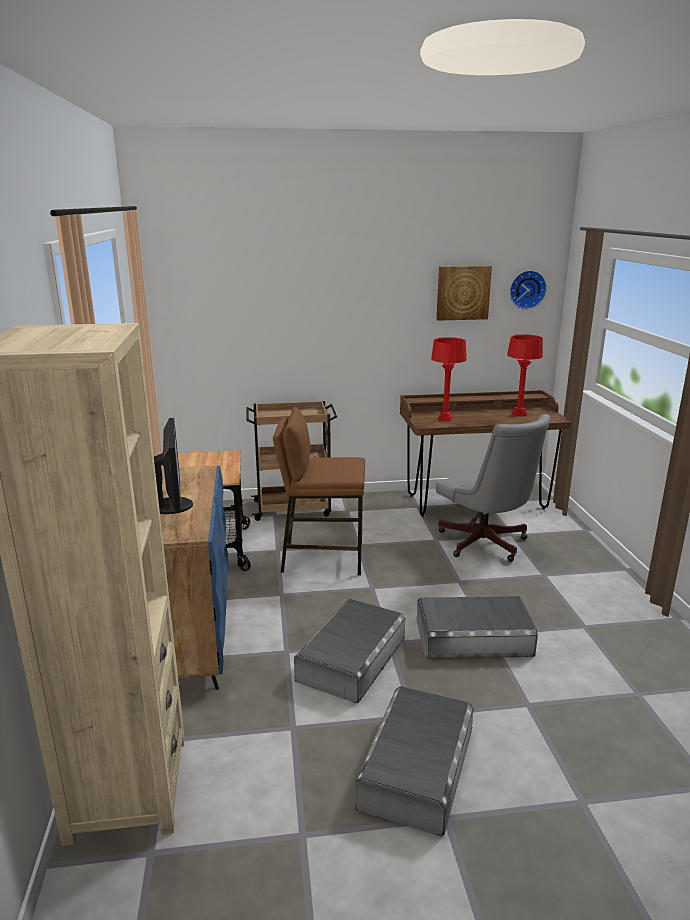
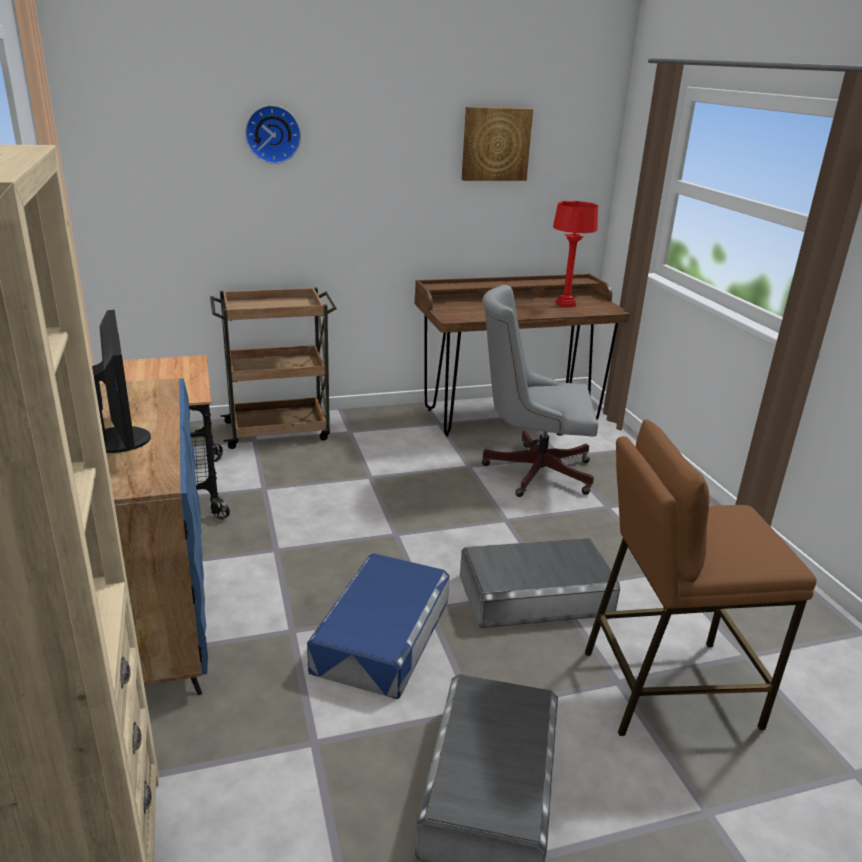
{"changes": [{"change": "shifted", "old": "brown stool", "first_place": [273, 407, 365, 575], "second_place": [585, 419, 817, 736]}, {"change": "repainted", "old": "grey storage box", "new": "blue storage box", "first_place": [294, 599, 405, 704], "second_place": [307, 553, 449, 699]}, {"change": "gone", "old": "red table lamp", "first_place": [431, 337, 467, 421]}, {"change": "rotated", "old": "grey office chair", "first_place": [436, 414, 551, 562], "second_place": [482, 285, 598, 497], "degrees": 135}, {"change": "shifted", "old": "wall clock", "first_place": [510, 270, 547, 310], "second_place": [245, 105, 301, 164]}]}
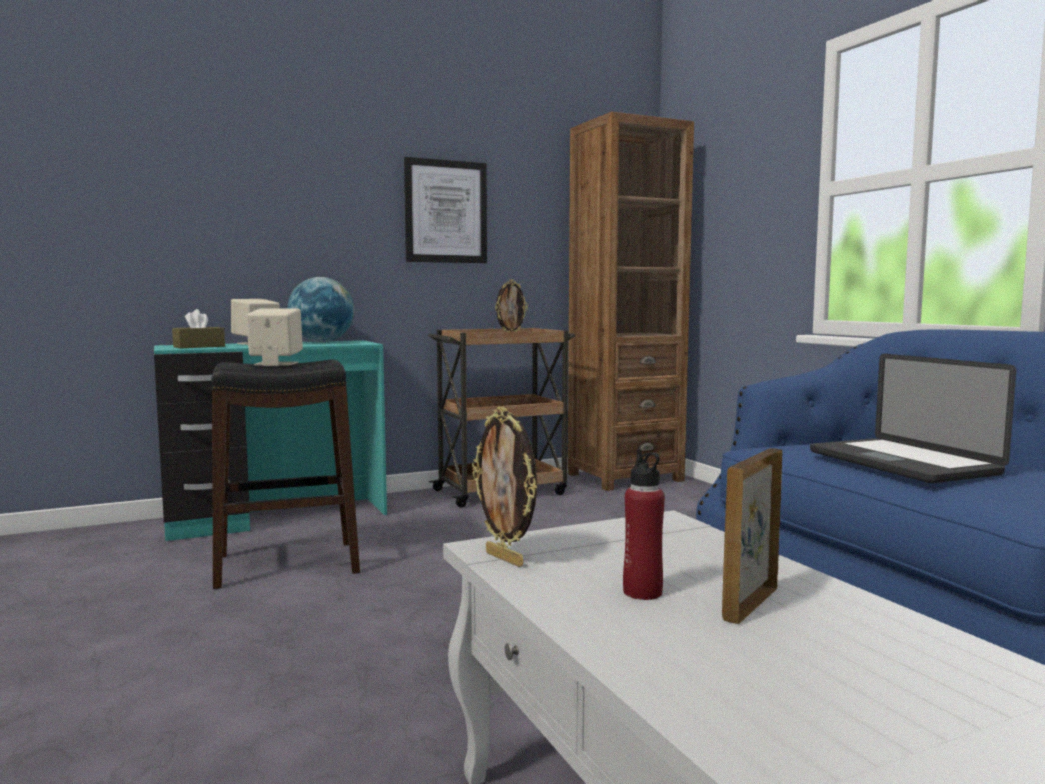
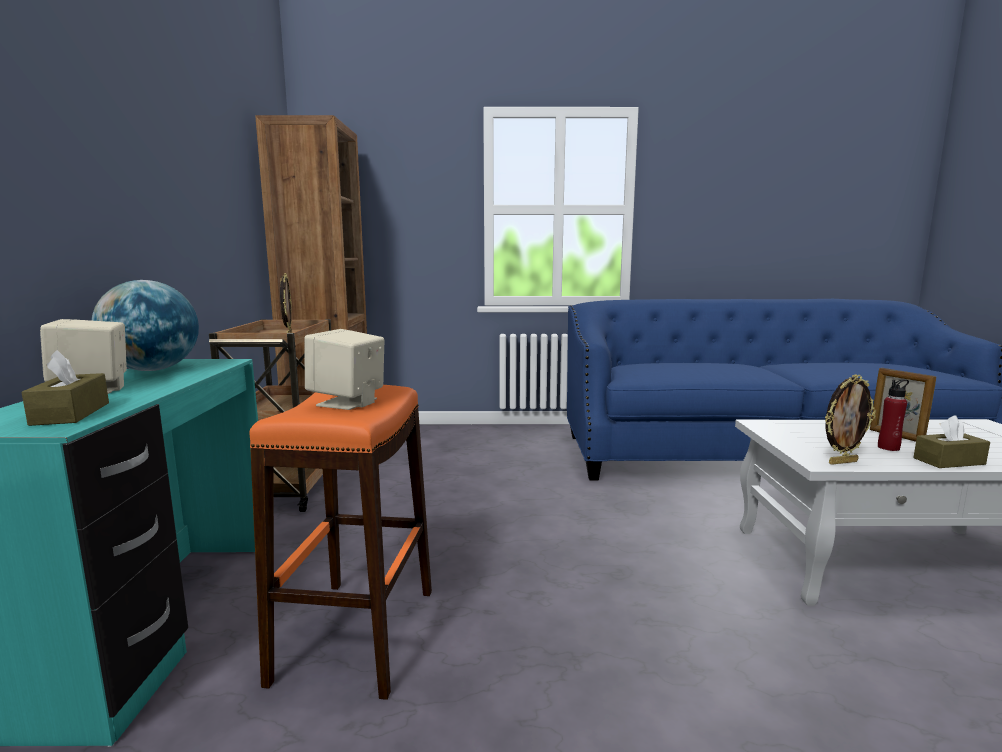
{"changes": [{"change": "repainted", "old": "black stool", "new": "orange stool", "first_place": [212, 360, 360, 589], "second_place": [249, 385, 432, 700]}, {"change": "gone", "old": "picture", "first_place": [404, 157, 487, 263]}, {"change": "gone", "old": "laptop", "first_place": [810, 354, 1016, 483]}, {"change": "new", "new": "brown tissue box", "second_place": [913, 415, 990, 468]}]}
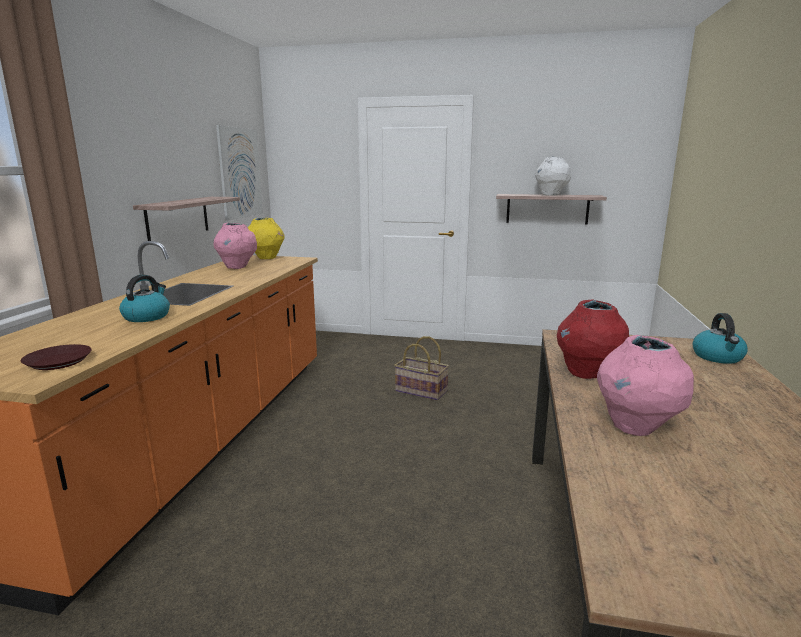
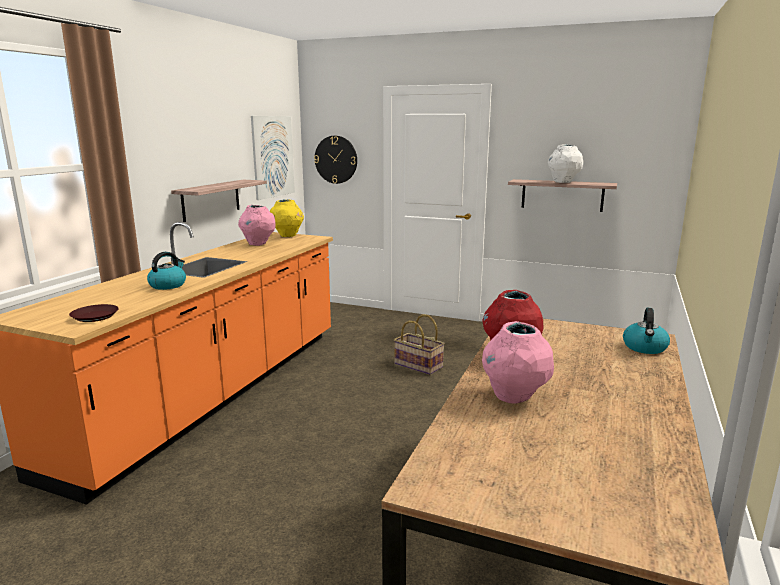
{"changes": [{"change": "new", "new": "wall clock", "second_place": [314, 136, 357, 184]}]}
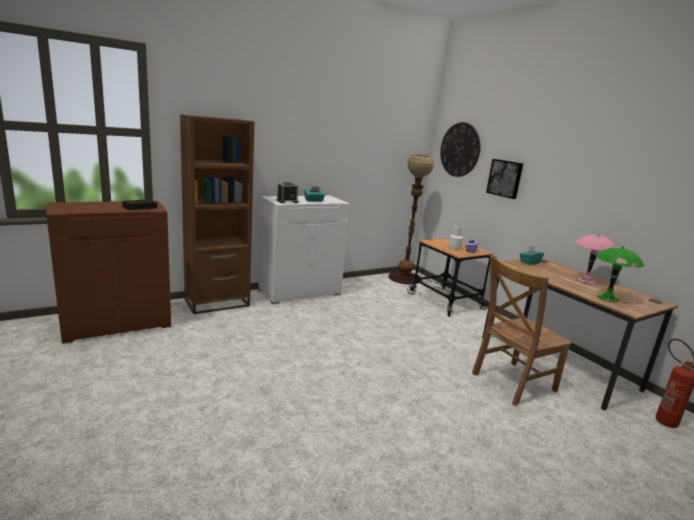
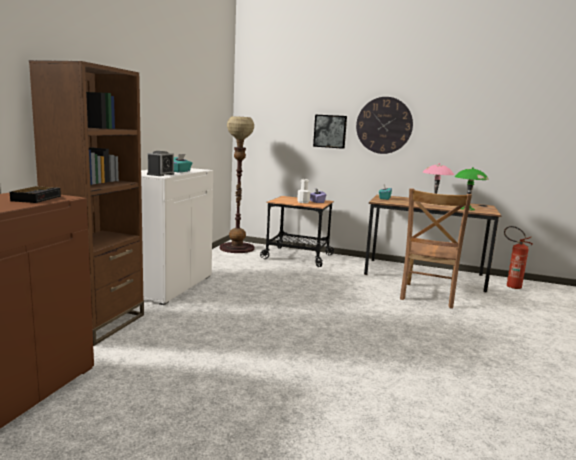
{"changes": [{"change": "shifted", "old": "wall clock", "first_place": [440, 122, 481, 177], "second_place": [356, 97, 413, 154]}]}
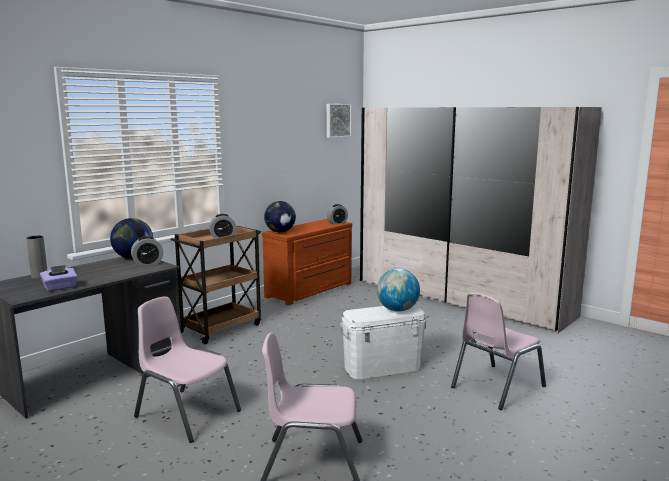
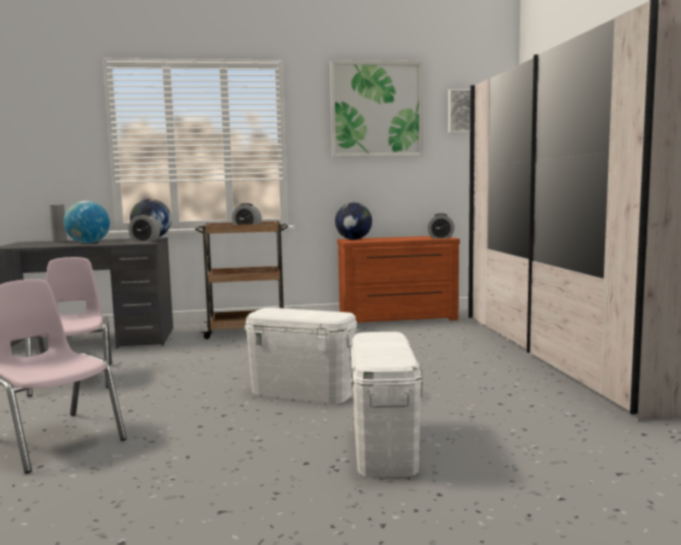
{"changes": [{"change": "gone", "old": "purple tissue box", "first_place": [40, 265, 77, 292]}, {"change": "shifted", "old": "globe", "first_place": [377, 269, 420, 312], "second_place": [64, 201, 110, 243]}, {"change": "swapped", "old": "pink chair", "new": "white storage box", "first_place": [451, 292, 546, 410], "second_place": [349, 332, 423, 478]}, {"change": "new", "new": "picture", "second_place": [330, 60, 423, 158]}]}
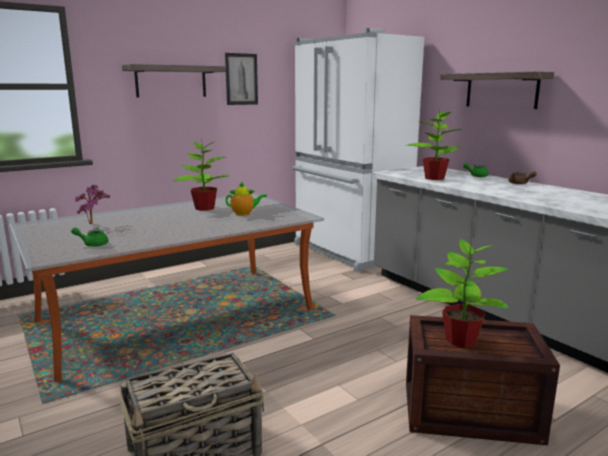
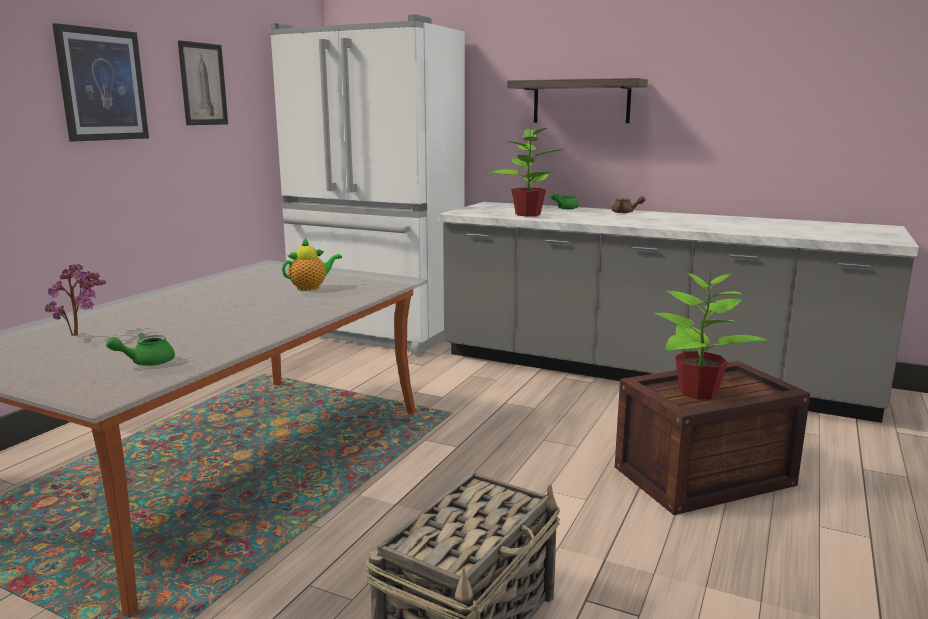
{"changes": [{"change": "swapped", "old": "shelf", "new": "picture", "first_place": [122, 64, 226, 97], "second_place": [52, 23, 149, 142]}, {"change": "gone", "old": "potted plant", "first_place": [173, 139, 230, 211]}]}
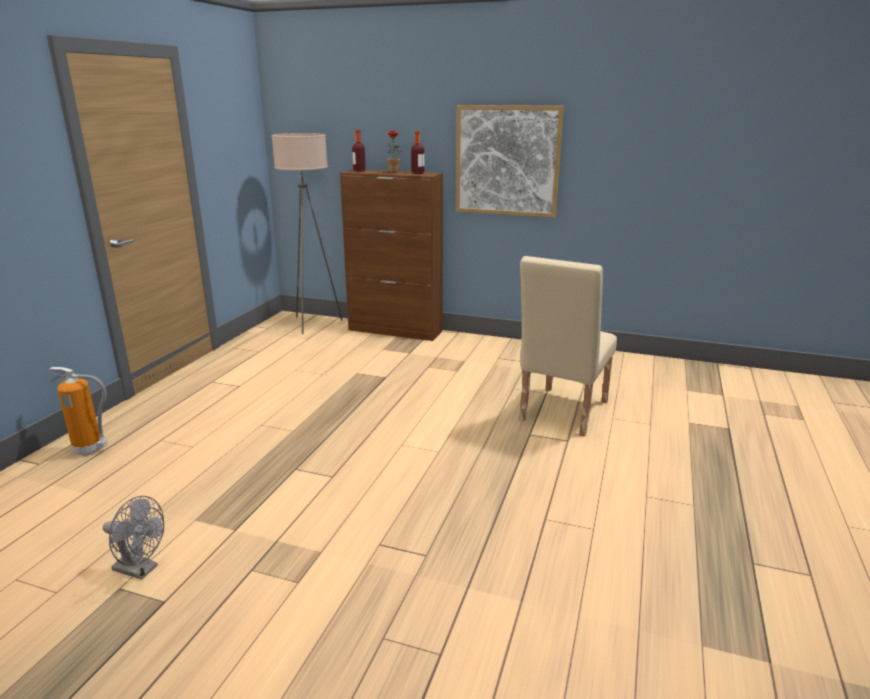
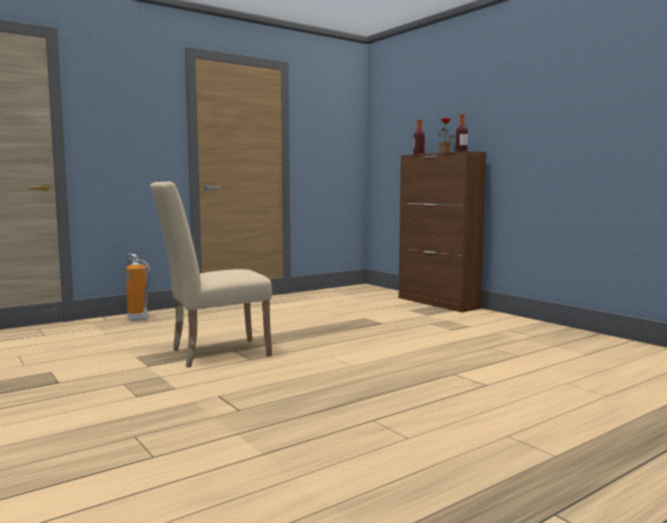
{"changes": [{"change": "gone", "old": "grey fan", "first_place": [103, 496, 164, 580]}, {"change": "gone", "old": "beige floor lamp", "first_place": [271, 133, 343, 334]}, {"change": "gone", "old": "picture", "first_place": [456, 105, 564, 218]}, {"change": "shifted", "old": "beige chair", "first_place": [519, 256, 617, 436], "second_place": [150, 182, 272, 368]}]}
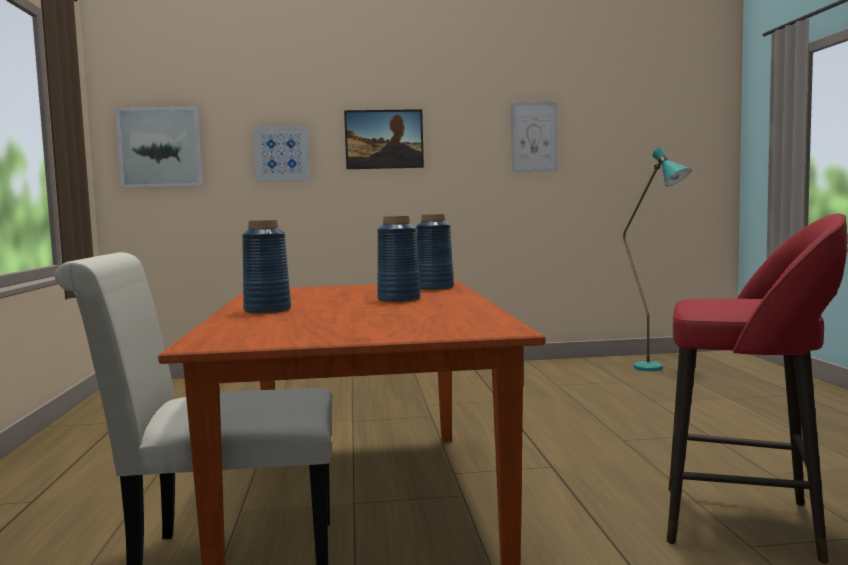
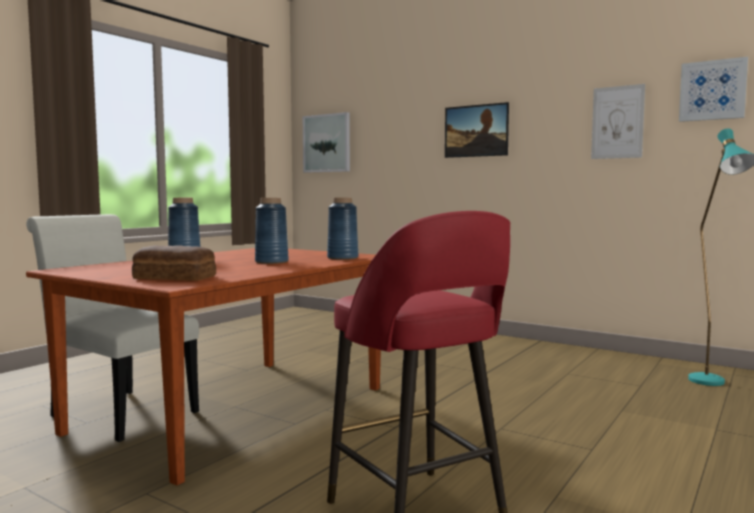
{"changes": [{"change": "shifted", "old": "picture", "first_place": [253, 126, 310, 181], "second_place": [679, 57, 748, 122]}, {"change": "new", "new": "bread", "second_place": [132, 245, 216, 281]}]}
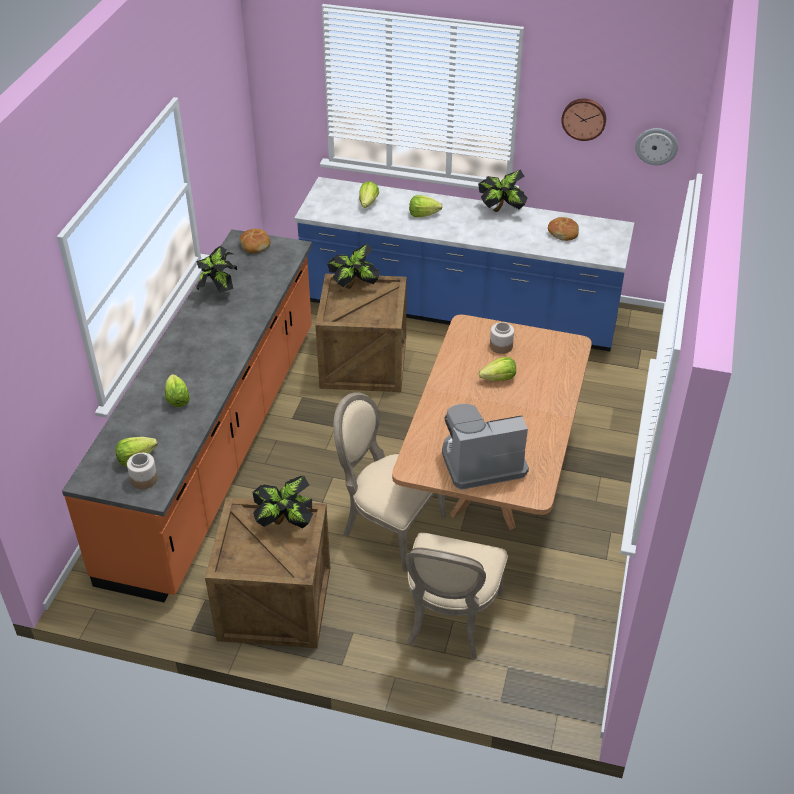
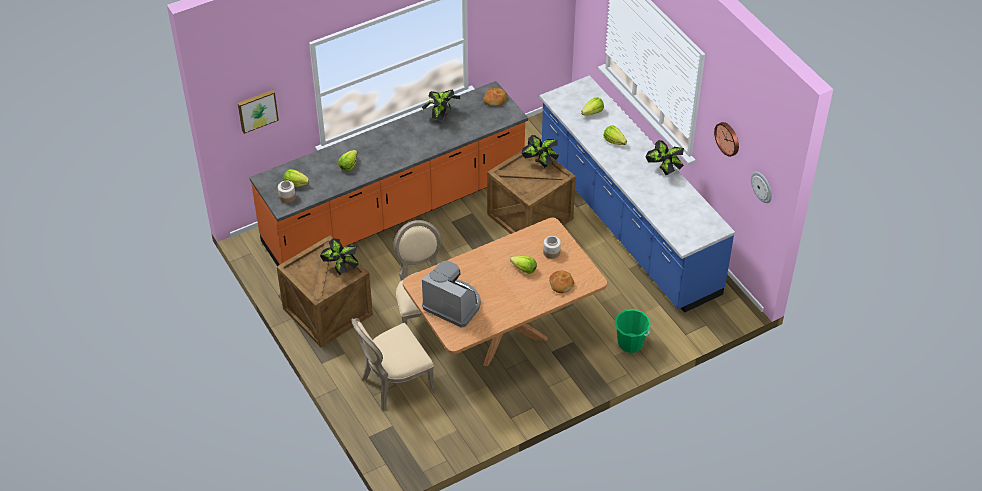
{"changes": [{"change": "shifted", "old": "bread", "first_place": [548, 217, 579, 241], "second_place": [549, 271, 574, 293]}, {"change": "new", "new": "picture", "second_place": [238, 90, 279, 134]}, {"change": "new", "new": "green bucket", "second_place": [615, 309, 651, 353]}]}
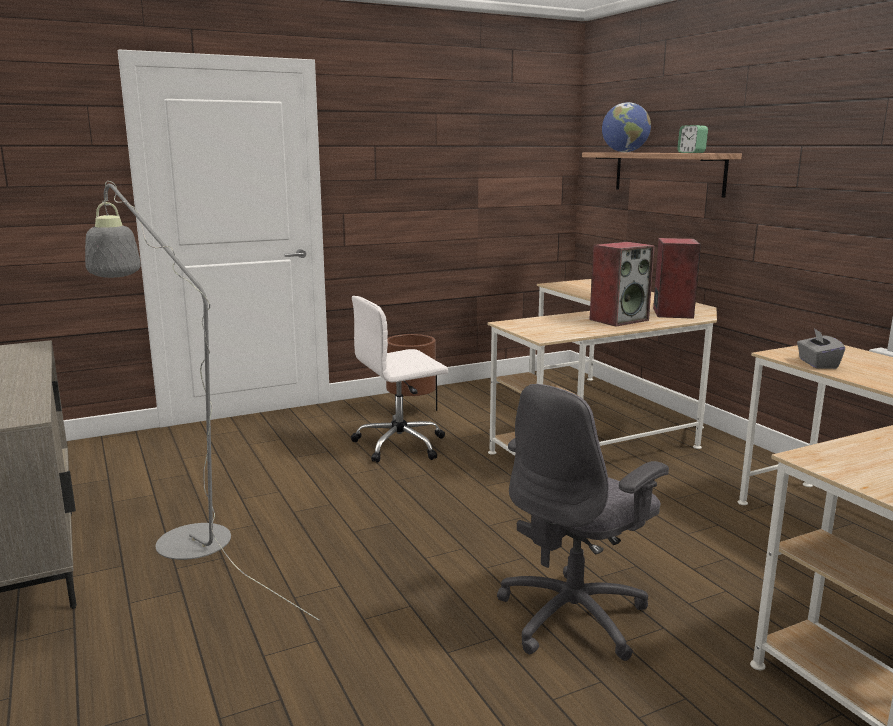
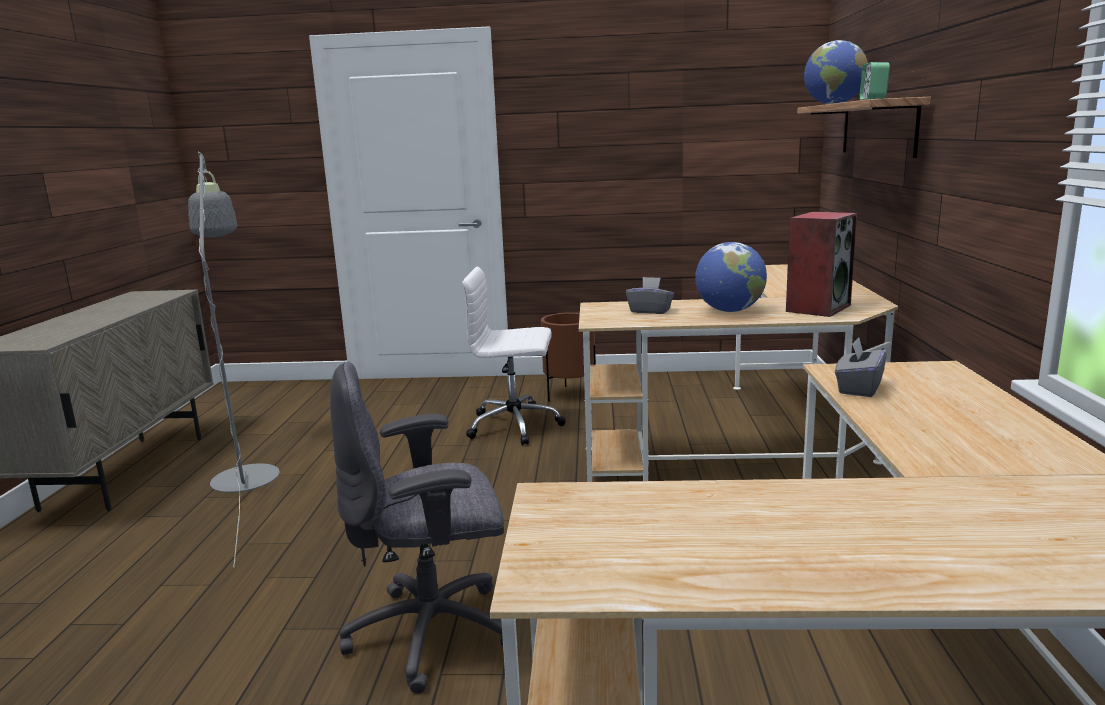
{"changes": [{"change": "swapped", "old": "speaker", "new": "globe", "first_place": [589, 242, 655, 327], "second_place": [695, 242, 767, 312]}, {"change": "new", "new": "grey tissue box", "second_place": [626, 277, 674, 314]}]}
